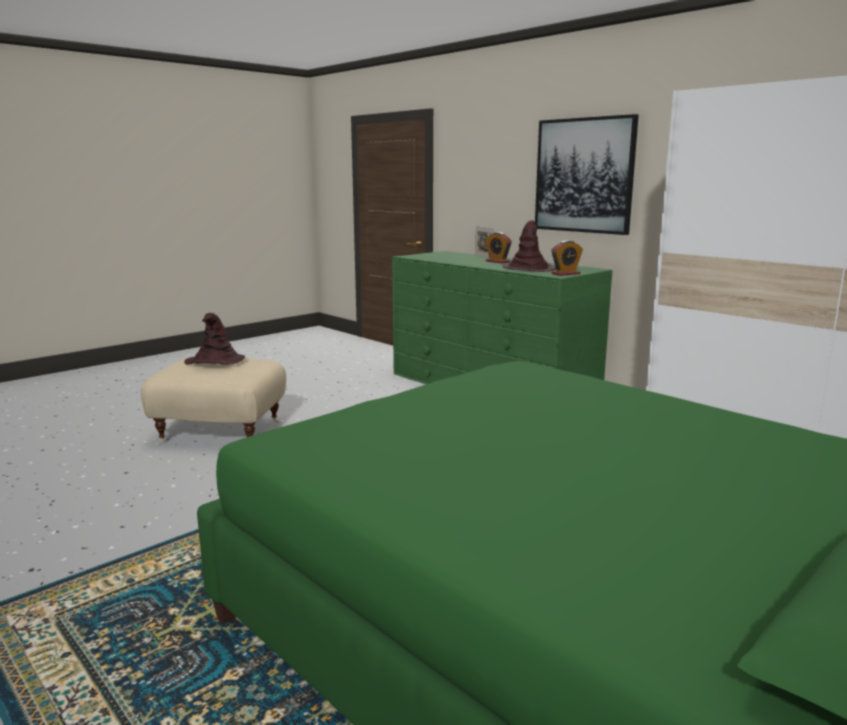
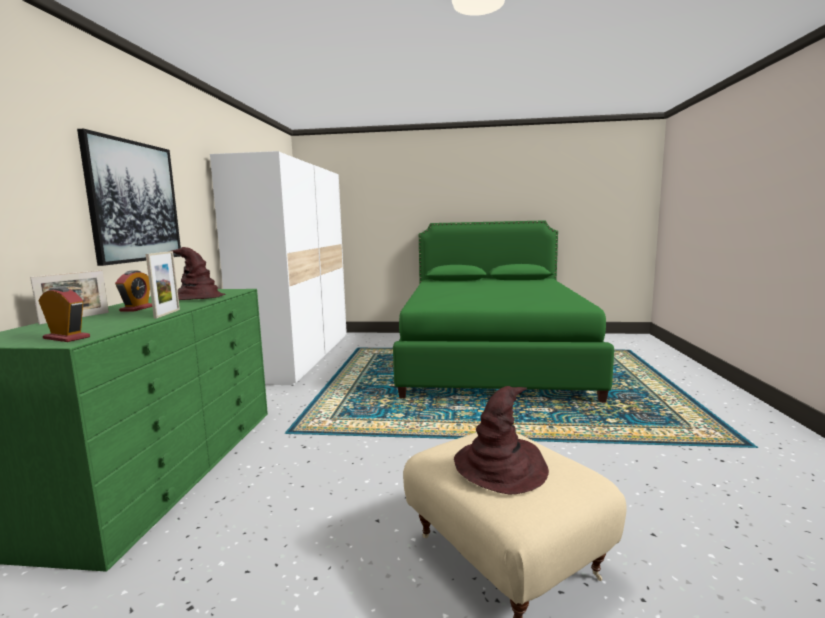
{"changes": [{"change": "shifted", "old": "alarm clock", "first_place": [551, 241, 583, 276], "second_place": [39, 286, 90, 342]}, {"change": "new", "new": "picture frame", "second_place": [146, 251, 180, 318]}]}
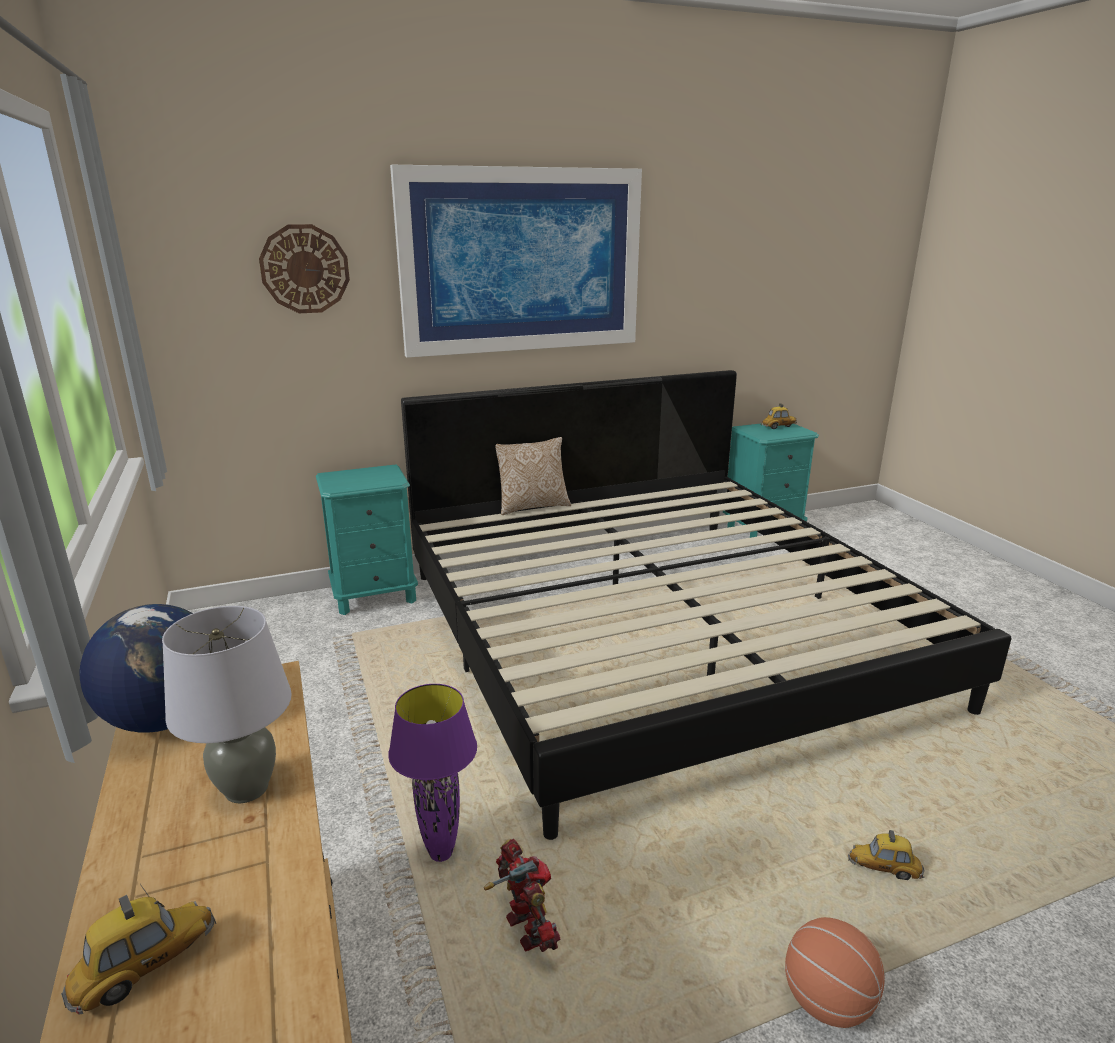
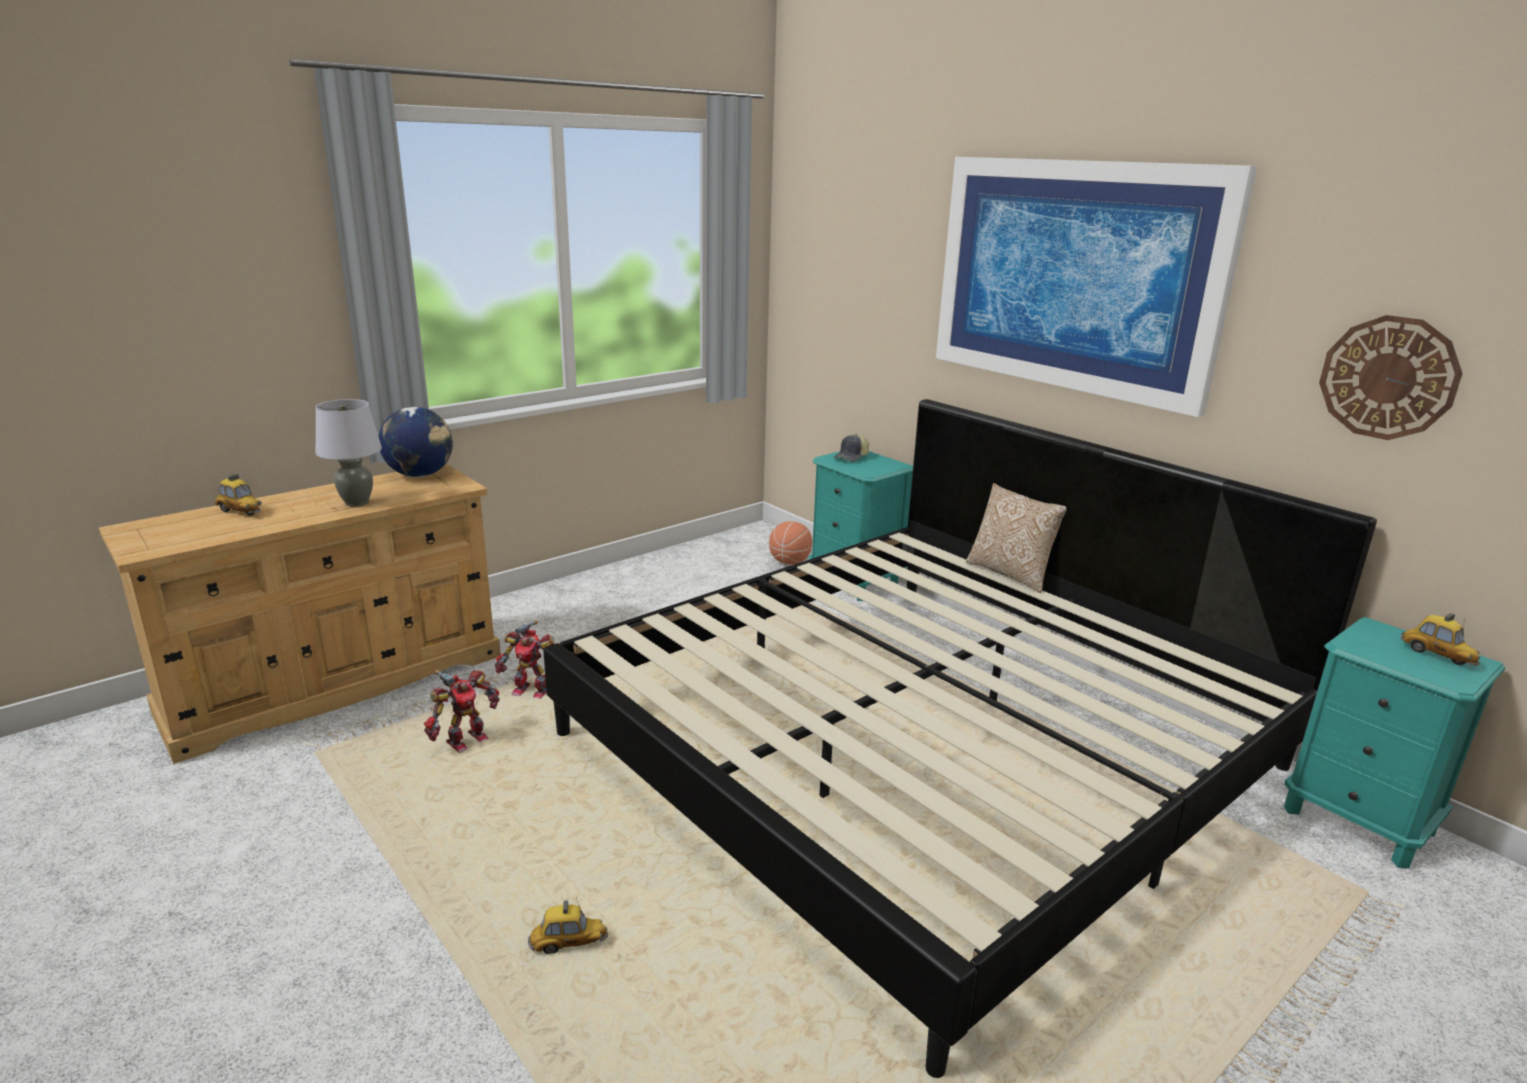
{"changes": [{"change": "shifted", "old": "wall clock", "first_place": [259, 224, 350, 313], "second_place": [1319, 315, 1463, 440]}, {"change": "swapped", "old": "purple table lamp", "new": "toy robot", "first_place": [388, 684, 477, 862], "second_place": [495, 620, 555, 699]}, {"change": "shifted", "old": "basketball", "first_place": [785, 917, 885, 1028], "second_place": [769, 521, 812, 565]}, {"change": "rotated", "old": "toy car", "first_place": [848, 830, 924, 880], "second_place": [528, 898, 608, 954], "degrees": 90}, {"change": "new", "new": "cap", "second_place": [833, 434, 869, 462]}]}
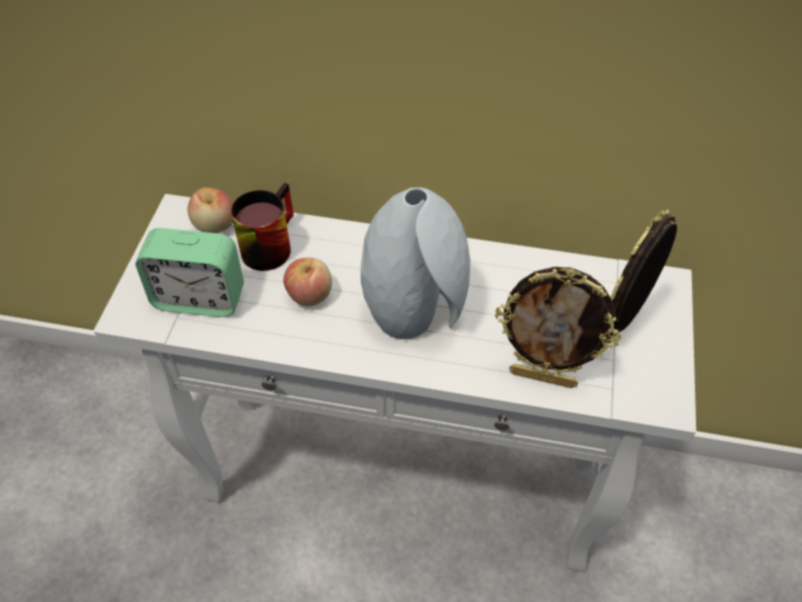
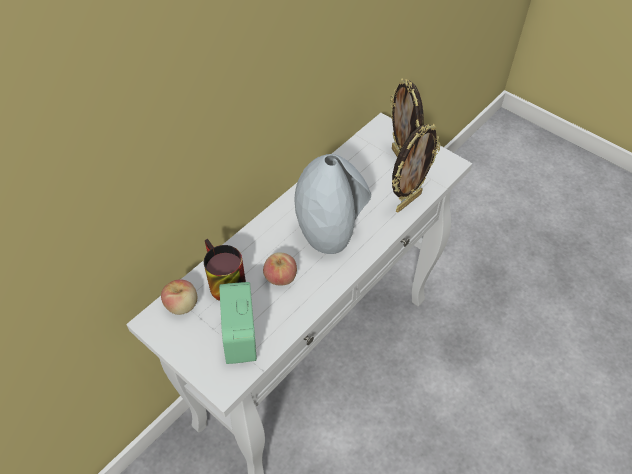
{"changes": [{"change": "rotated", "old": "alarm clock", "first_place": [135, 228, 244, 317], "second_place": [219, 282, 257, 364], "degrees": 135}]}
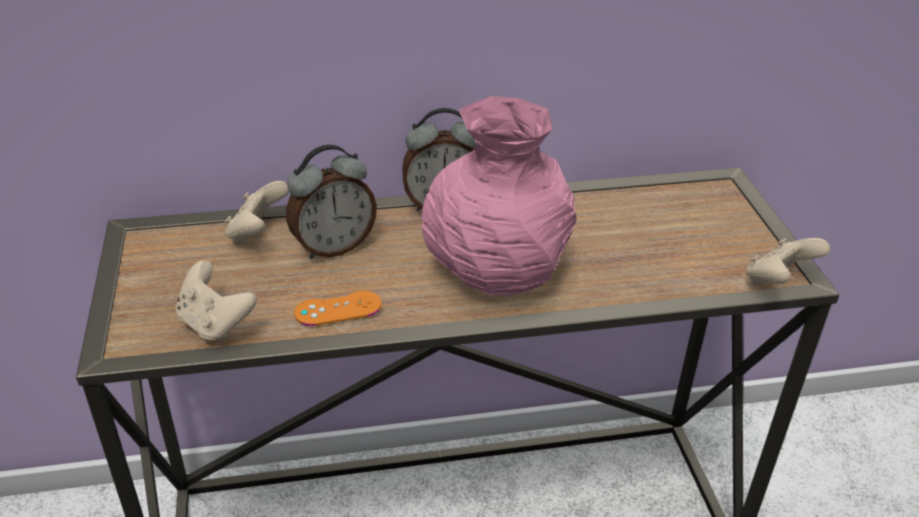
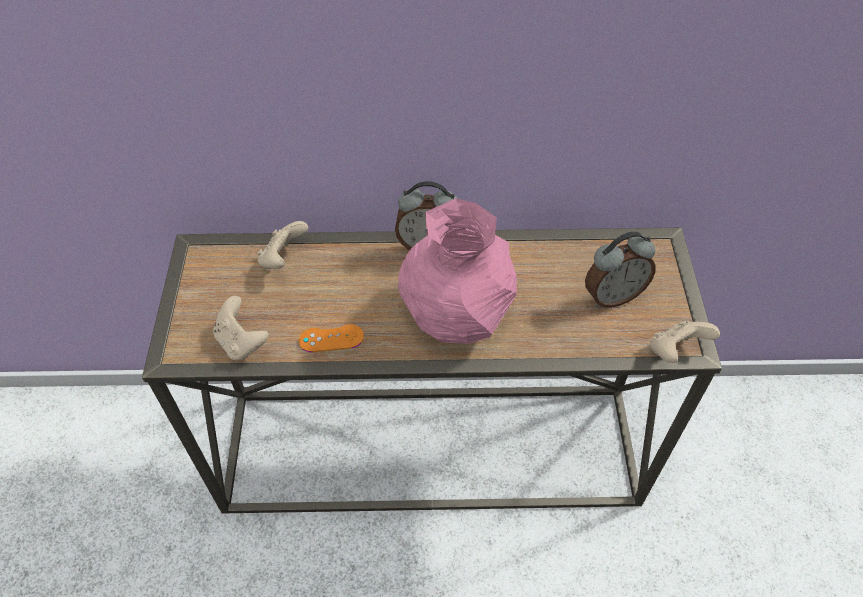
{"changes": [{"change": "shifted", "old": "alarm clock", "first_place": [286, 145, 377, 259], "second_place": [585, 231, 656, 308]}]}
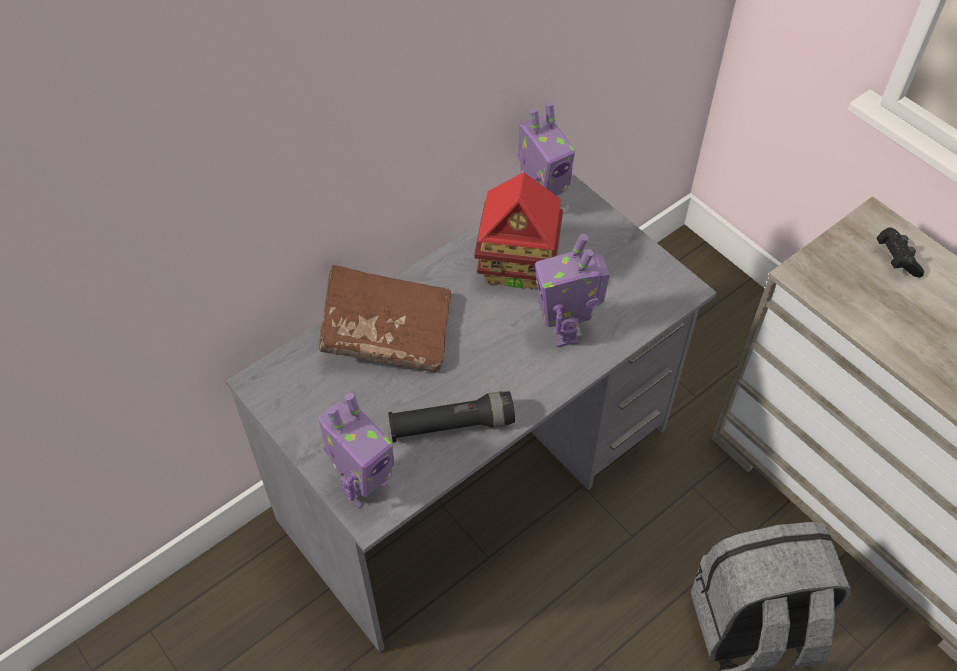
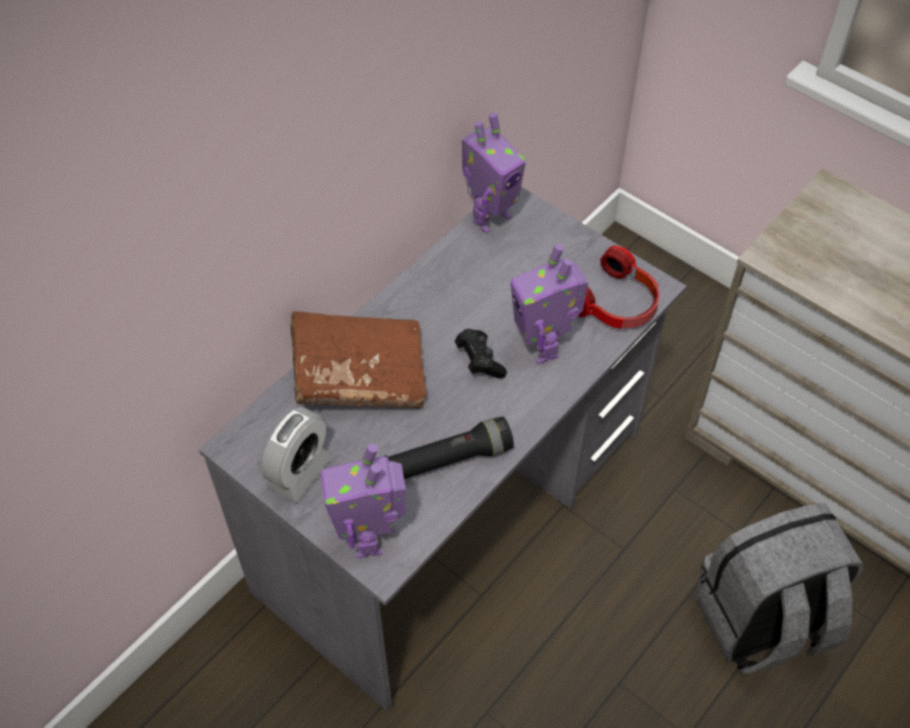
{"changes": [{"change": "rotated", "old": "toy robot", "first_place": [318, 393, 394, 508], "second_place": [321, 443, 406, 558], "degrees": 135}, {"change": "gone", "old": "toy house", "first_place": [474, 172, 563, 290]}, {"change": "shifted", "old": "black game controller", "first_place": [877, 227, 924, 278], "second_place": [455, 329, 507, 378]}, {"change": "new", "new": "alarm clock", "second_place": [261, 407, 332, 503]}, {"change": "new", "new": "headphones", "second_place": [578, 245, 660, 329]}]}
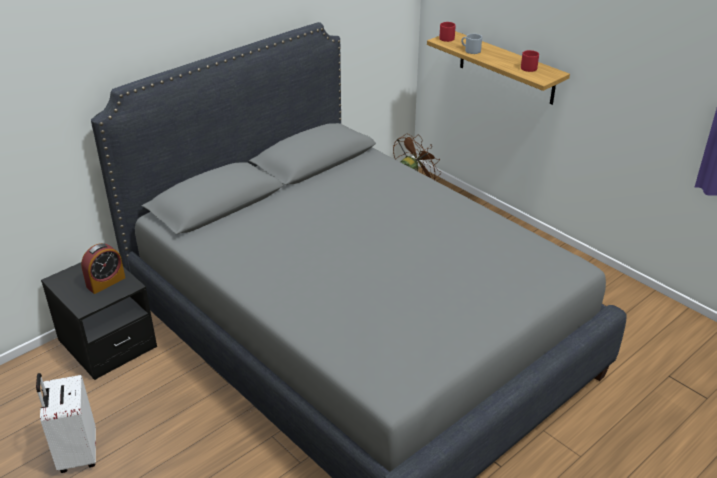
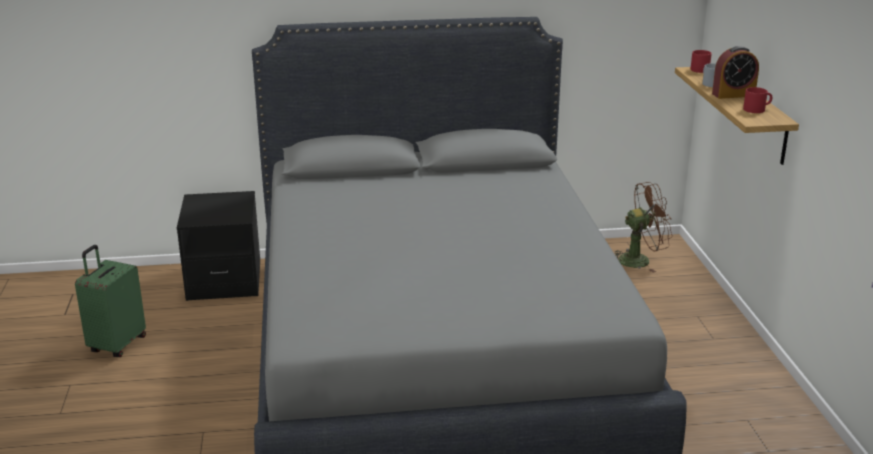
{"changes": [{"change": "repainted", "old": "white suitcase", "new": "green suitcase", "first_place": [36, 373, 96, 473], "second_place": [75, 245, 146, 357]}, {"change": "shifted", "old": "alarm clock", "first_place": [81, 243, 125, 294], "second_place": [712, 46, 759, 99]}]}
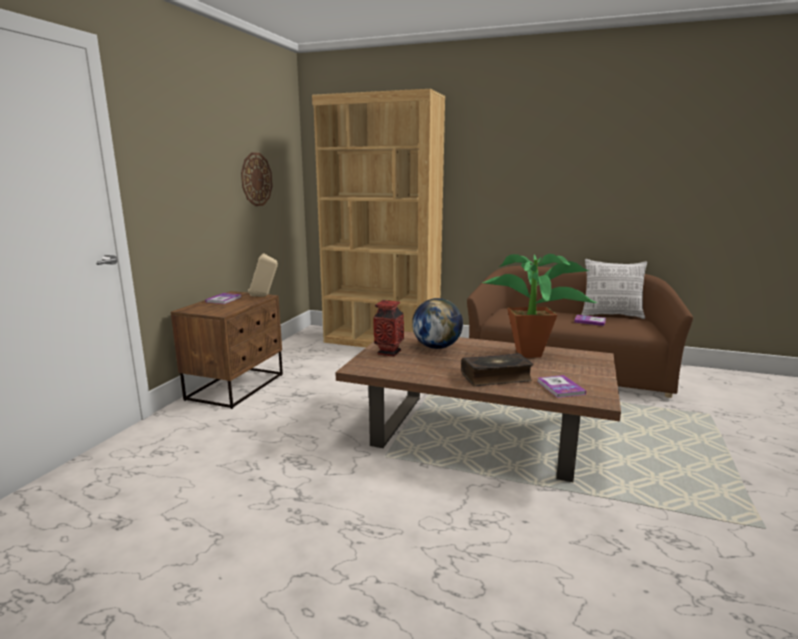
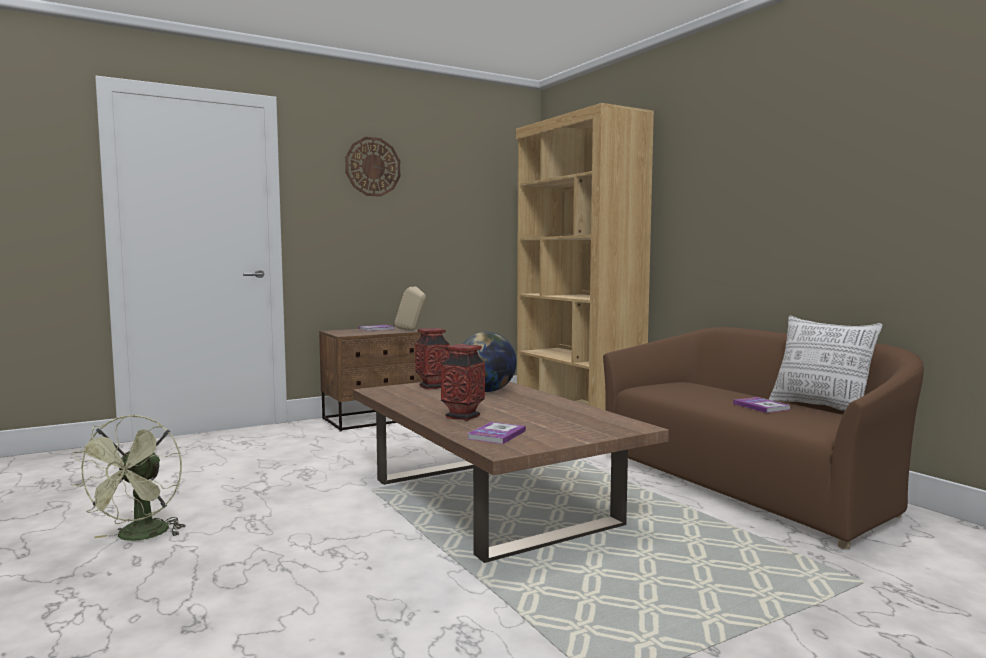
{"changes": [{"change": "shifted", "old": "wall clock", "first_place": [241, 152, 273, 206], "second_place": [345, 137, 401, 197]}, {"change": "swapped", "old": "book", "new": "vase", "first_place": [461, 353, 534, 386], "second_place": [441, 344, 485, 421]}, {"change": "gone", "old": "potted plant", "first_place": [482, 254, 597, 358]}, {"change": "new", "new": "green fan", "second_place": [71, 414, 186, 541]}]}
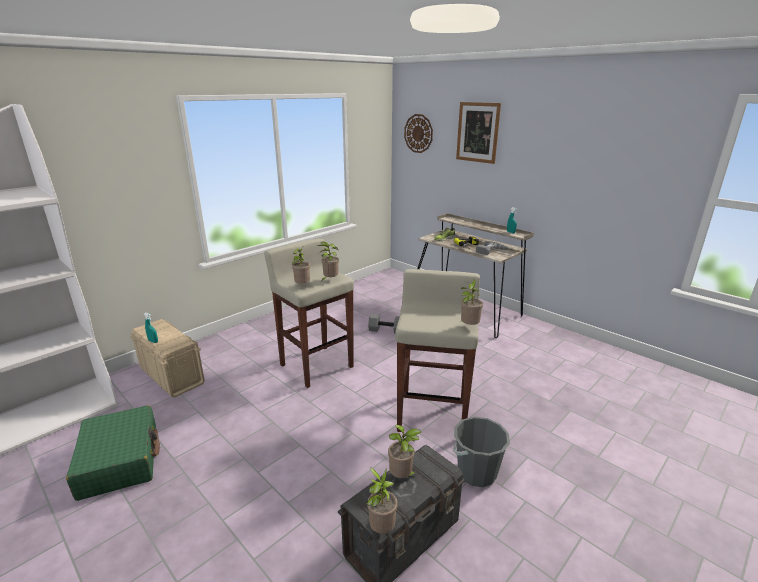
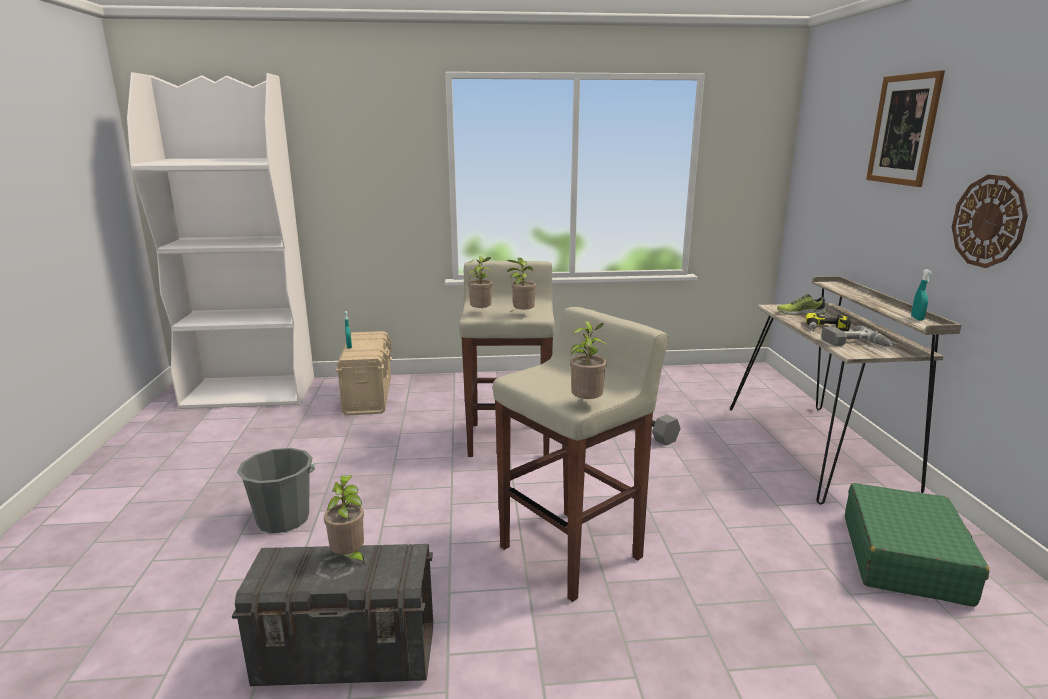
{"changes": [{"change": "shifted", "old": "green suitcase", "first_place": [66, 405, 160, 501], "second_place": [845, 483, 989, 607]}, {"change": "gone", "old": "potted plant", "first_place": [367, 467, 398, 534]}, {"change": "shifted", "old": "wall clock", "first_place": [404, 114, 433, 153], "second_place": [952, 175, 1028, 268]}, {"change": "shifted", "old": "grey bucket", "first_place": [453, 417, 510, 487], "second_place": [237, 448, 315, 533]}]}
